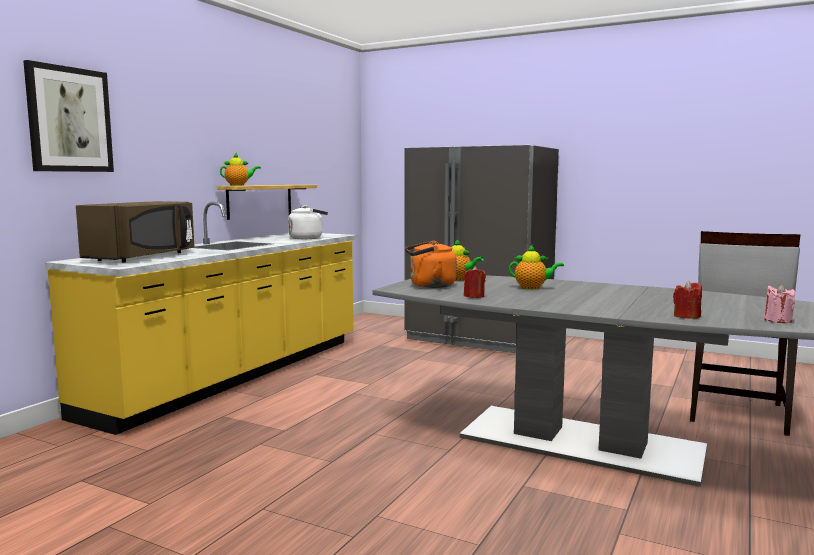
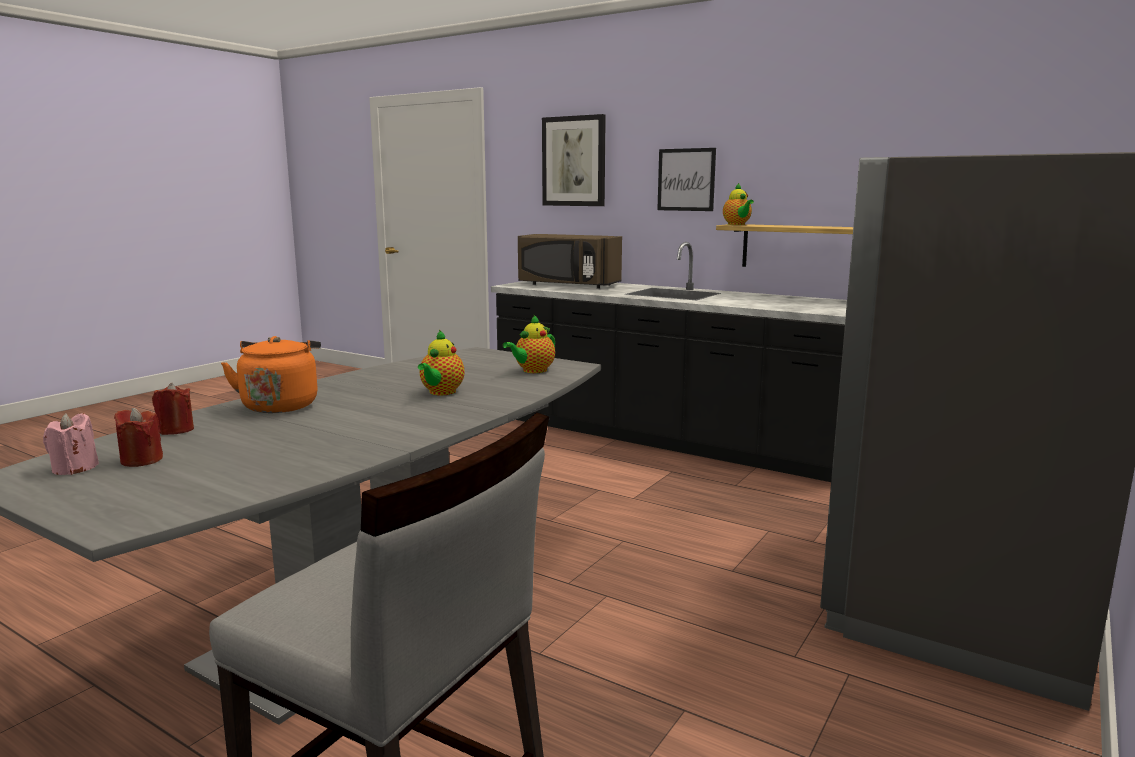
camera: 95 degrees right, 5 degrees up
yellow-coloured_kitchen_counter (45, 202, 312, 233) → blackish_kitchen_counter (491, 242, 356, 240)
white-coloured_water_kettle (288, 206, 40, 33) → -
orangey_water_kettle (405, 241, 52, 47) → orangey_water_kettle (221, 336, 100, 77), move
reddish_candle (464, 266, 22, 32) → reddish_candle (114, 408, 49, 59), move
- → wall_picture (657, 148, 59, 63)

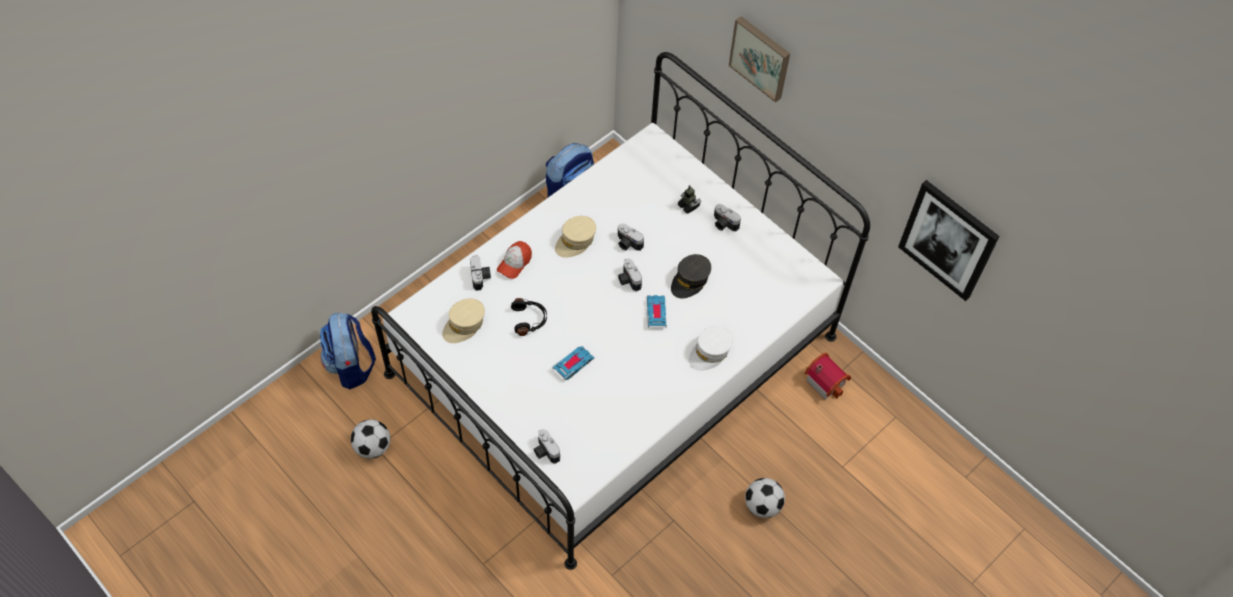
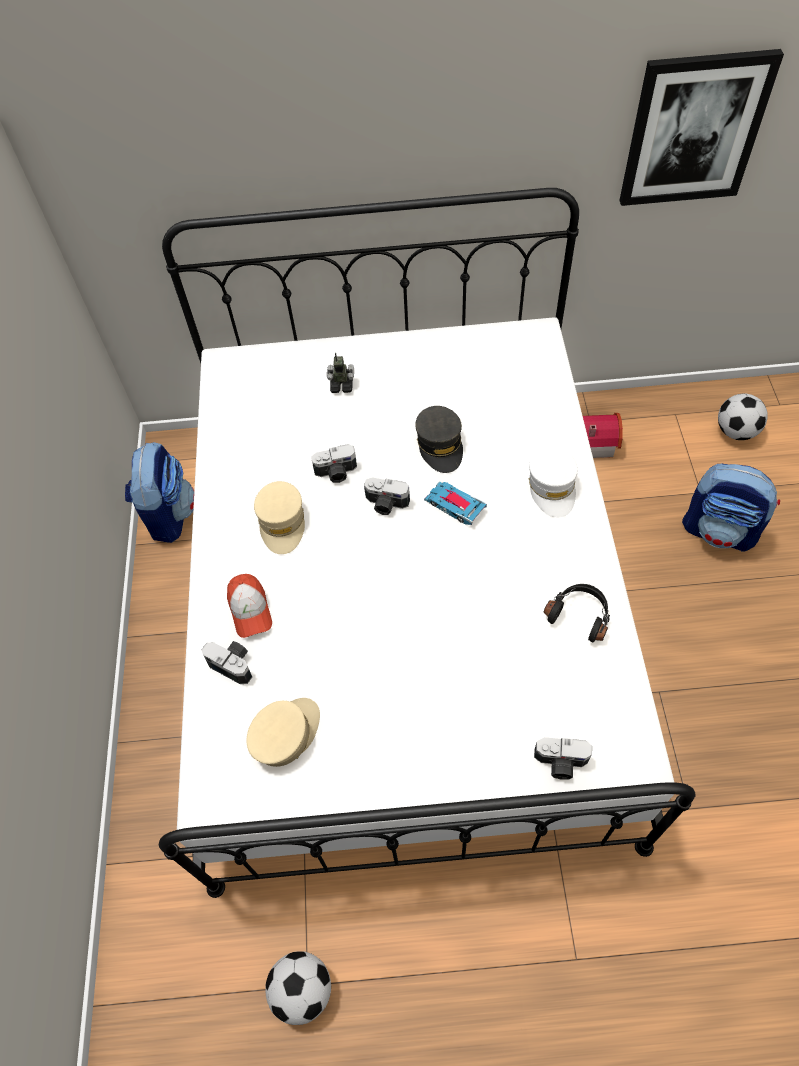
camera: 45 degrees left, 0 degrees up
wall_picture (729, 16, 61, 87) → -
still_camera (714, 204, 27, 27) → -
beige_baseball_cap (442, 298, 43, 45) → beige_baseball_cap (247, 698, 73, 69), 135 degrees counterclockwise
blackish_headset (511, 298, 36, 38) → blackish_headset (544, 584, 66, 58), move
rucksack (320, 312, 56, 77) → rucksack (682, 464, 98, 88), move
miniature_car (552, 346, 43, 34) → -
football (745, 478, 40, 40) → football (718, 394, 50, 46), move

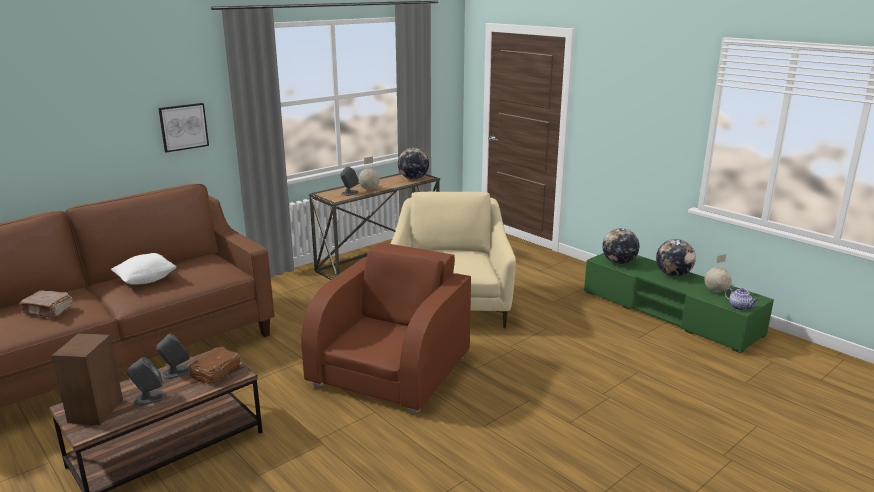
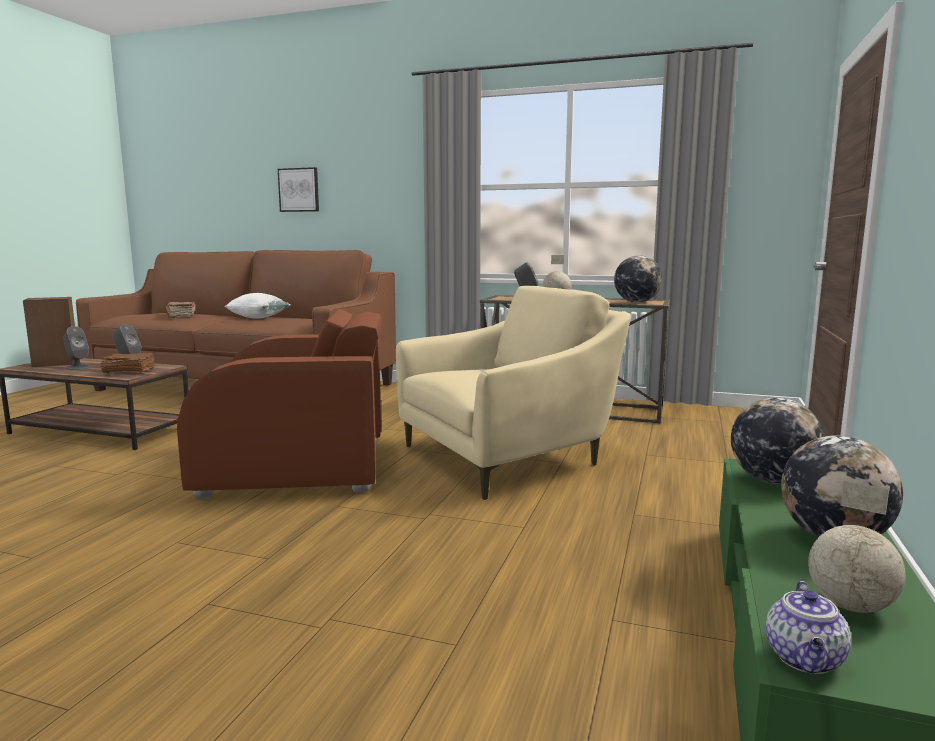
camera: 60 degrees right, 10 degrees down
wall_picture (158, 103, 51, 50) → wall_picture (278, 167, 41, 45), move

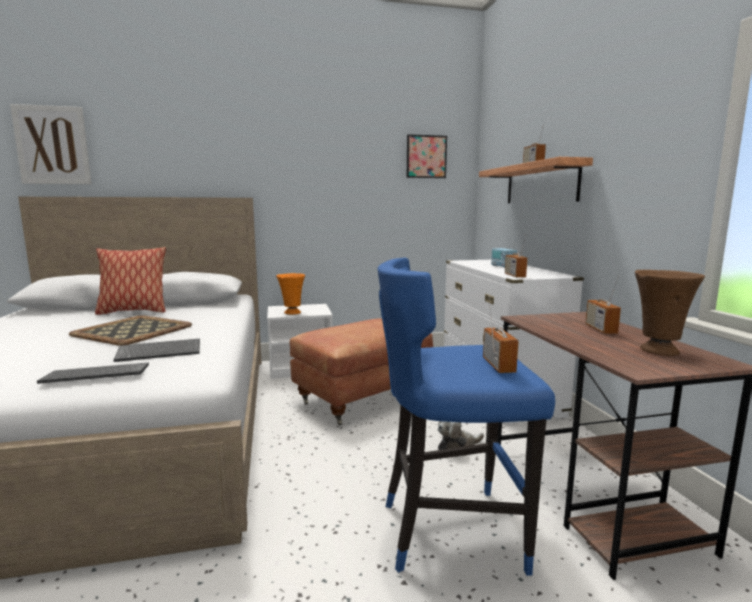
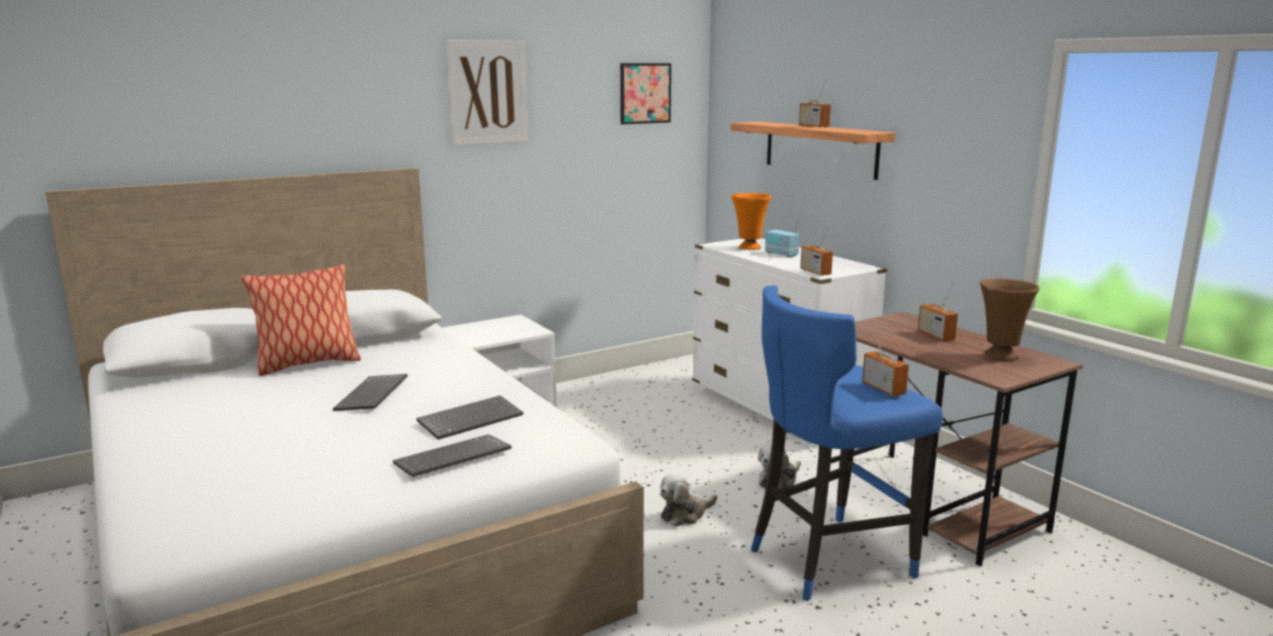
camera: 20 degrees left, 5 degrees up
wall_picture (10, 104, 81, 80) → wall_picture (445, 40, 83, 106), move
orangey_flower_vase (276, 273, 29, 41) → orangey_flower_vase (731, 193, 40, 57), move
serving_tray (69, 315, 123, 31) → PC_keyboard (333, 374, 75, 37)
brownish_footrest (290, 318, 143, 107) → -
- → plush_toy (660, 474, 57, 53)

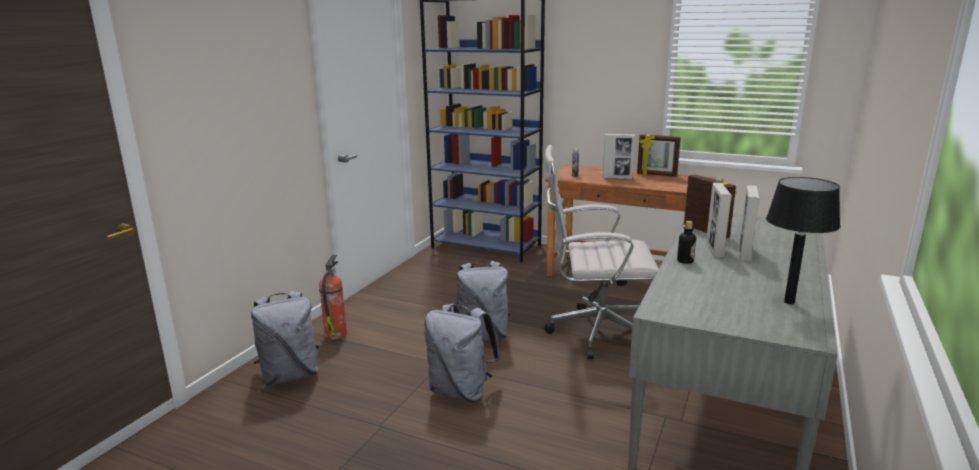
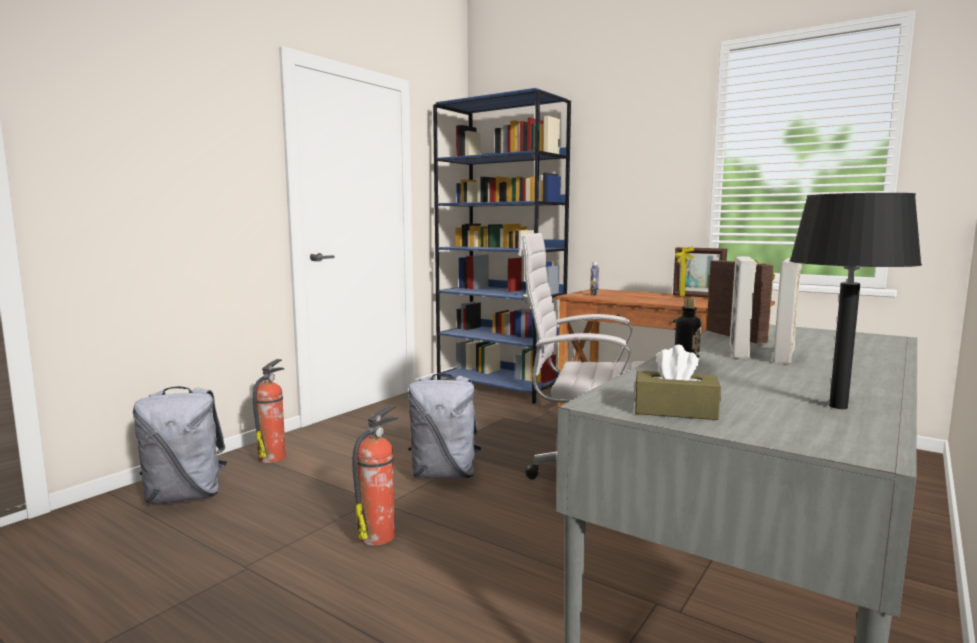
camera: 10 degrees right, 10 degrees down
photo_frame (603, 134, 33, 45) → -
grey_rucksack (424, 303, 76, 99) → fire-fighting_cylinder (352, 405, 47, 140)
- → brownish_tissue_box (635, 345, 86, 75)

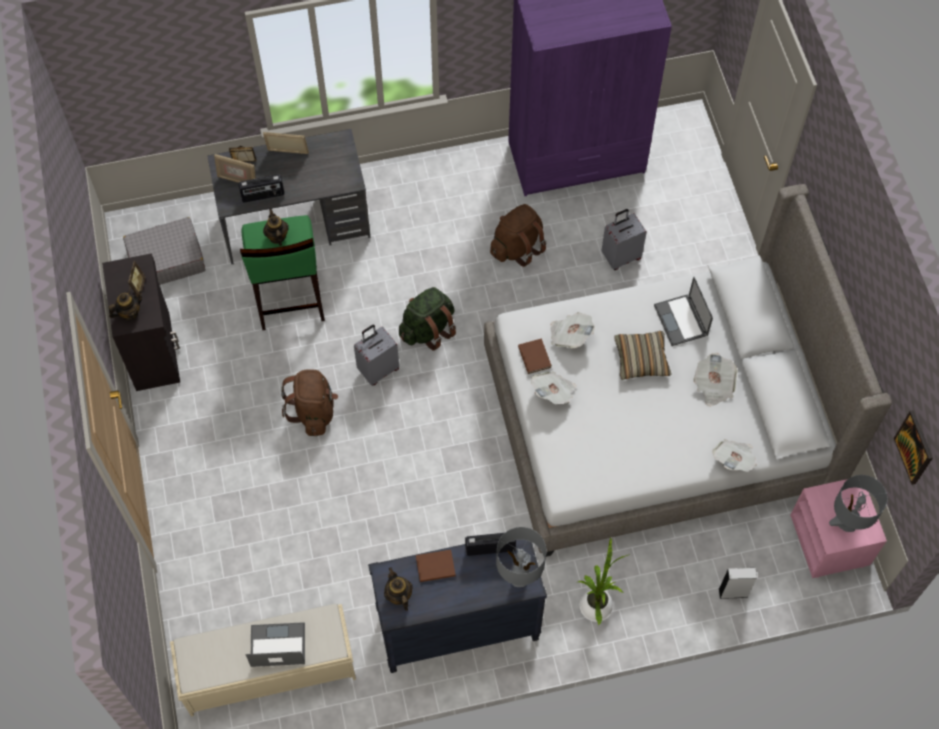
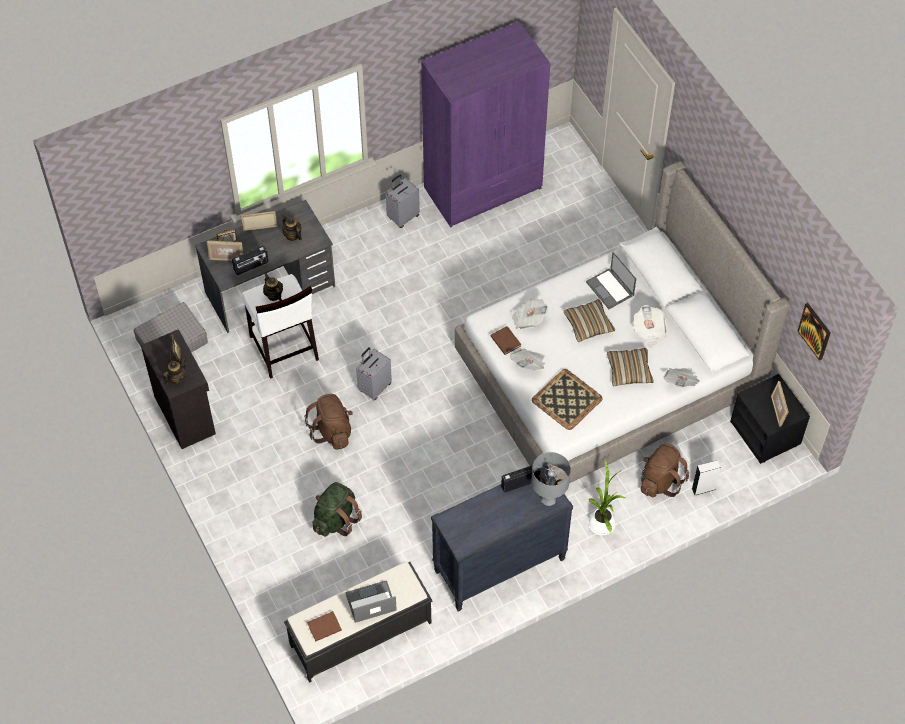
camera: 15 degrees left, 5 degrees down
brownish_rucksack (490, 204, 56, 63) → brownish_rucksack (641, 443, 48, 54), move
grey_piece_of_luggage (601, 209, 46, 61) → grey_piece_of_luggage (386, 175, 34, 53), move
greenish_stool (240, 215, 85, 115) → white-coloured_stool (242, 274, 77, 105)
greenish_rucksack (399, 287, 57, 64) → greenish_rucksack (313, 482, 49, 54), move
grey_tabletop_lamp (829, 475, 59, 57) → photo_frame (771, 381, 18, 45)
pink-coloured_bedside_table (790, 479, 97, 99) → blackish_bedside_table (730, 374, 80, 90)
brownish_bound_book (416, 549, 40, 33) → brownish_bound_book (307, 611, 35, 31), move
tea_pot (384, 567, 29, 44) → tea_pot (282, 214, 20, 27), move
beige_bench (170, 604, 186, 112) → blackish_bench (284, 561, 149, 122)
- → cushion (607, 348, 47, 38)
- → serving_tray (532, 369, 71, 61)

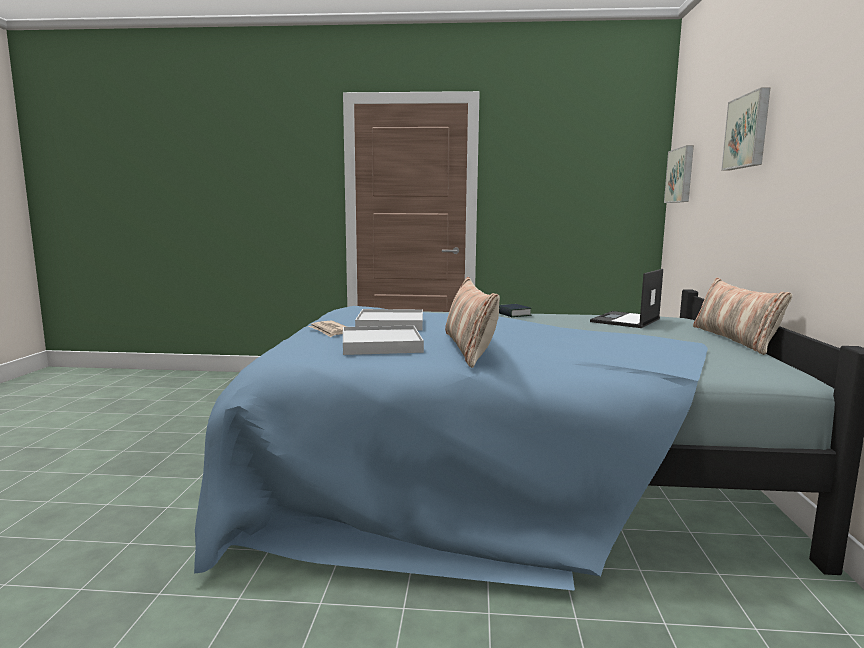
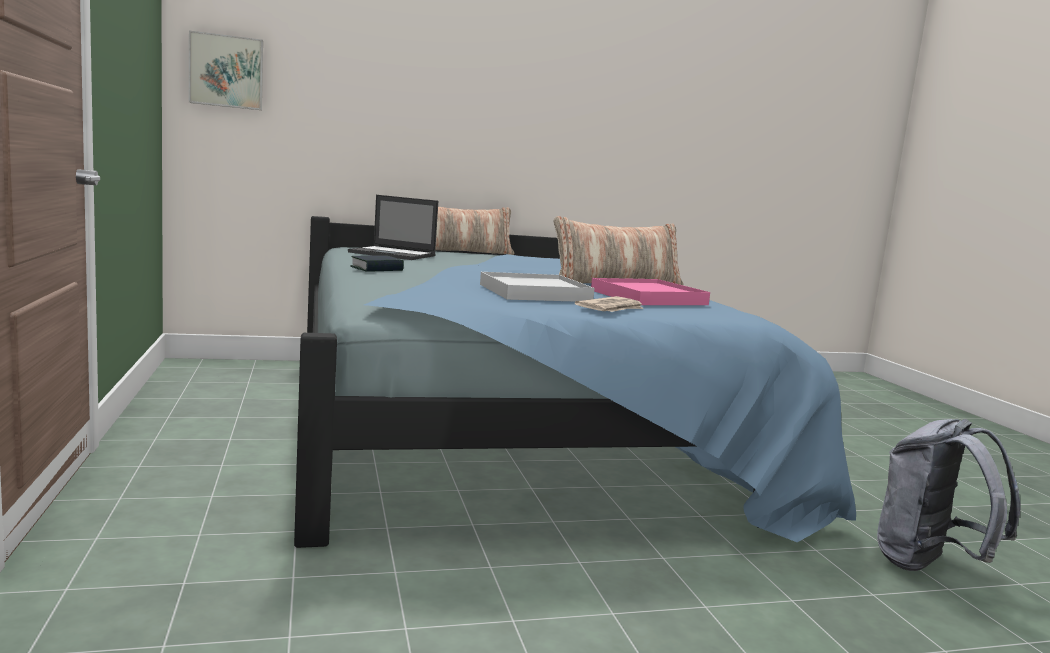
camera: 110 degrees left, 0 degrees up
wall_picture (721, 87, 50, 83) → -
white-coloured_serving_tray (343, 325, 81, 30) → pink-coloured_serving_tray (591, 278, 119, 27)
- → grey_rucksack (877, 419, 144, 152)

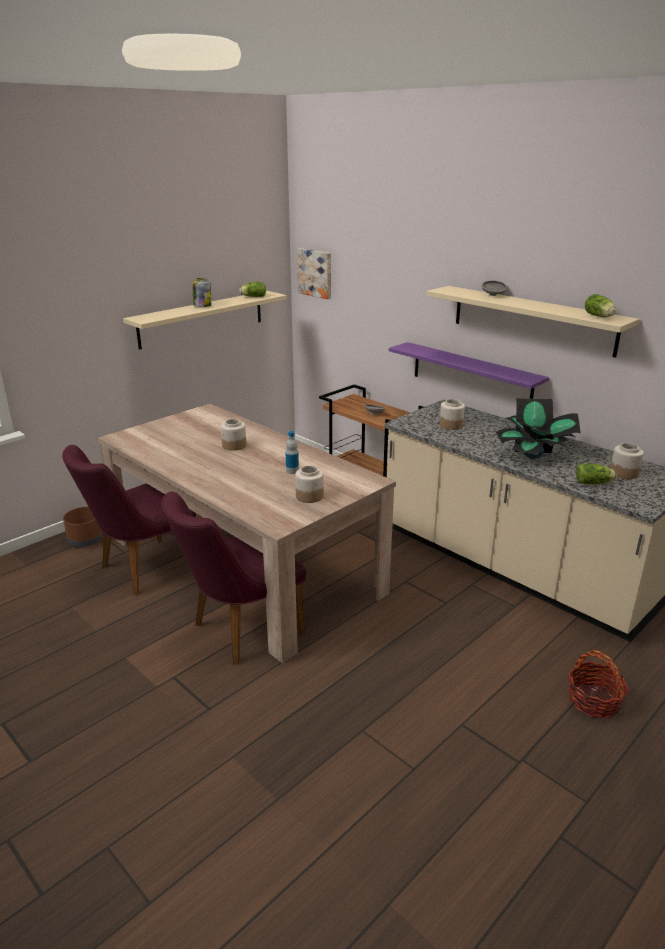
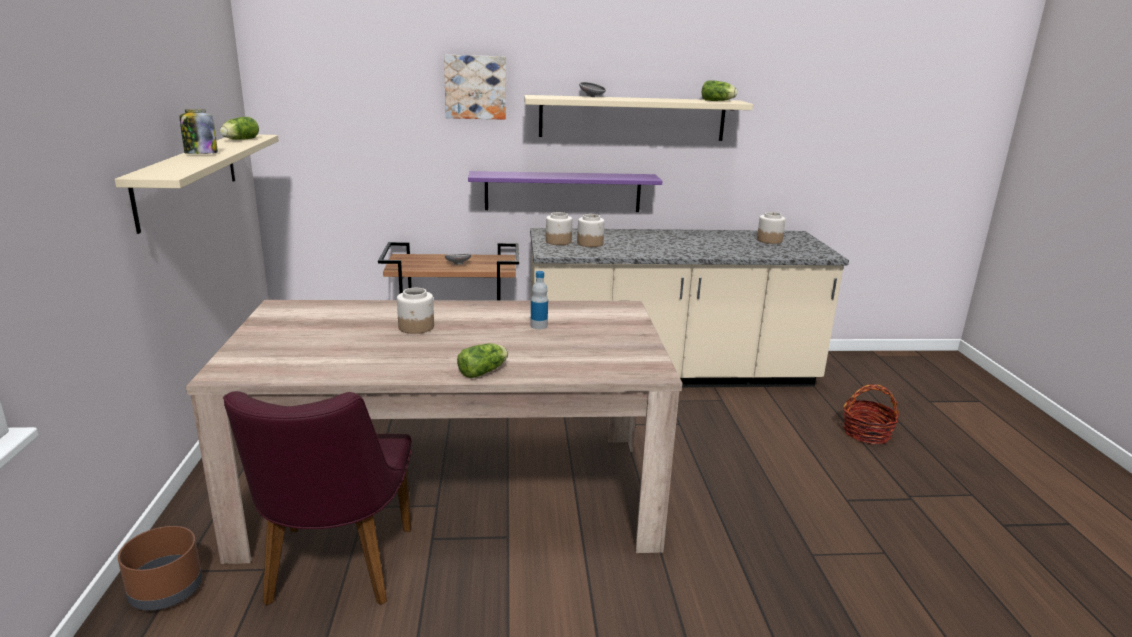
camera: 50 degrees left, 5 degrees down
wall_picture (297, 248, 34, 51) → wall_picture (444, 55, 62, 65), move
potted_plant (496, 398, 85, 61) → -
lettuce (576, 463, 41, 21) → lettuce (457, 343, 51, 35), move
storage_jar (295, 466, 29, 37) → storage_jar (546, 212, 26, 33), move
purple-coloured_plain_chair (161, 492, 146, 172) → -

